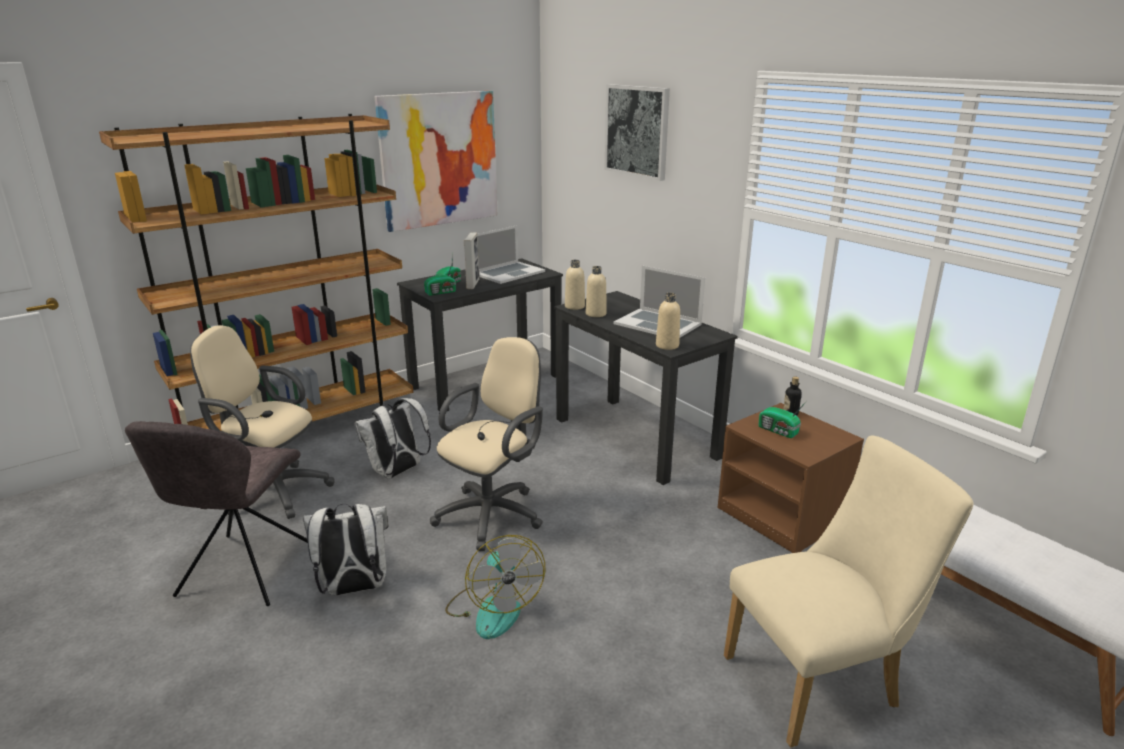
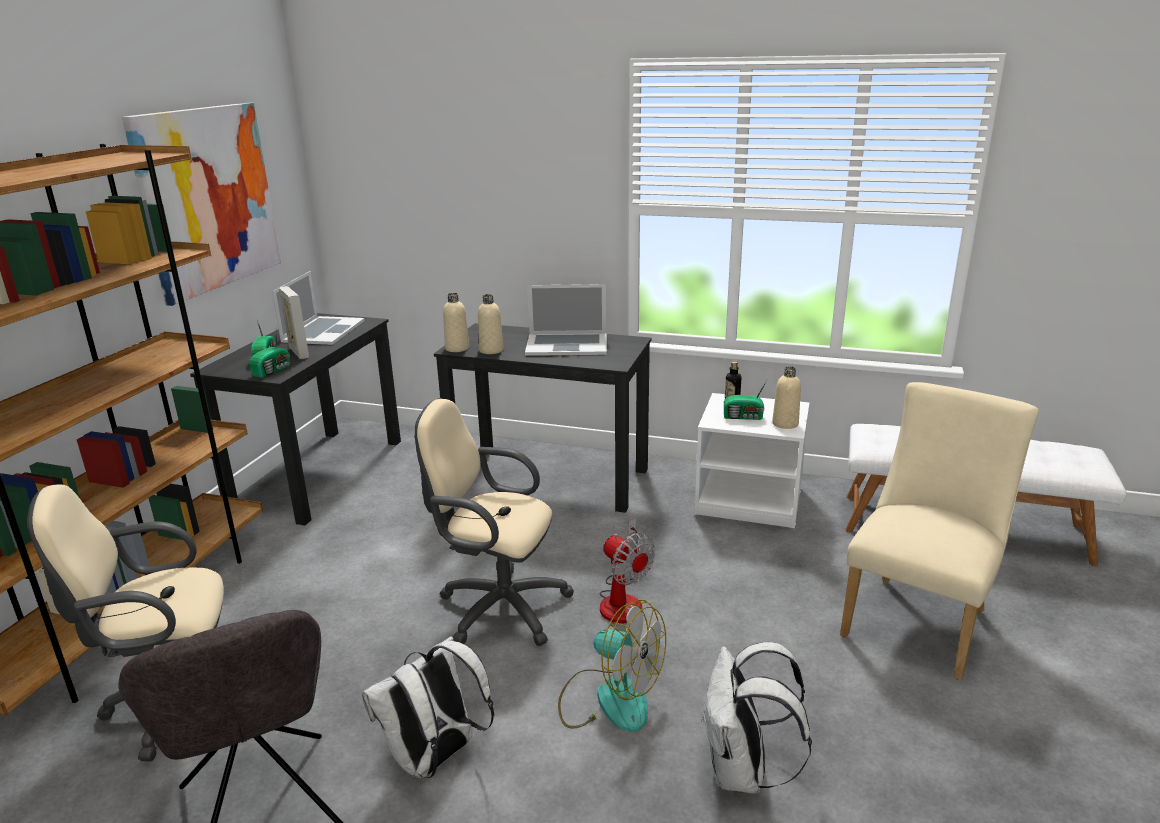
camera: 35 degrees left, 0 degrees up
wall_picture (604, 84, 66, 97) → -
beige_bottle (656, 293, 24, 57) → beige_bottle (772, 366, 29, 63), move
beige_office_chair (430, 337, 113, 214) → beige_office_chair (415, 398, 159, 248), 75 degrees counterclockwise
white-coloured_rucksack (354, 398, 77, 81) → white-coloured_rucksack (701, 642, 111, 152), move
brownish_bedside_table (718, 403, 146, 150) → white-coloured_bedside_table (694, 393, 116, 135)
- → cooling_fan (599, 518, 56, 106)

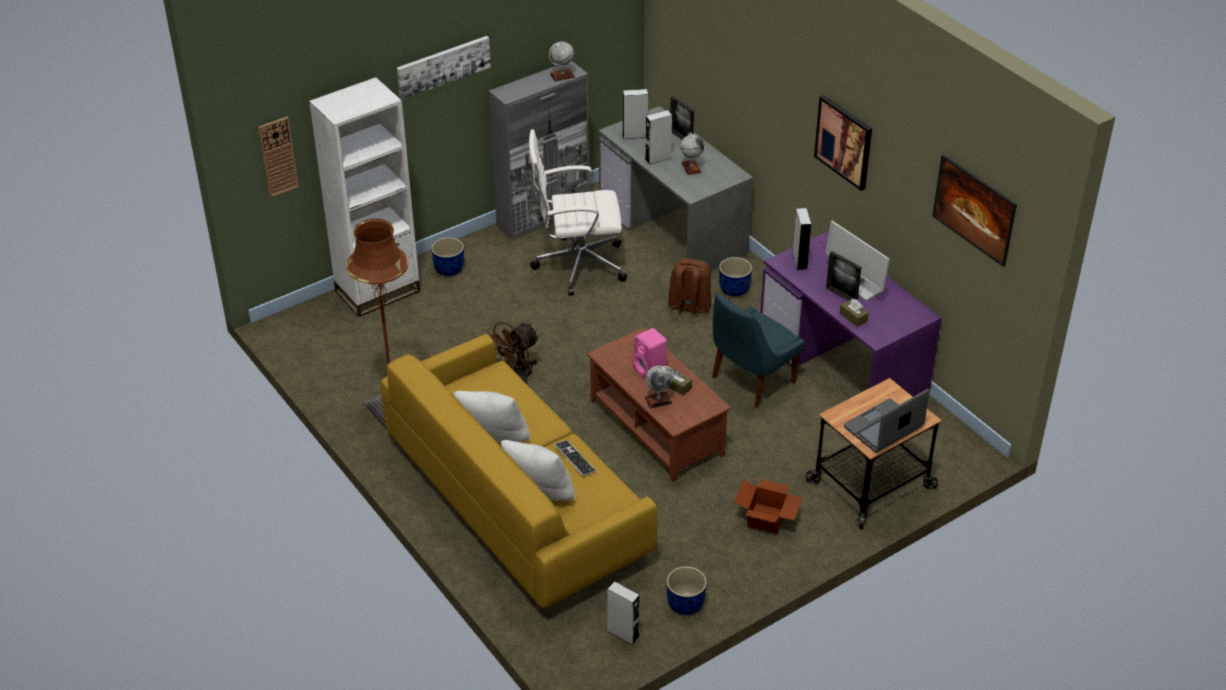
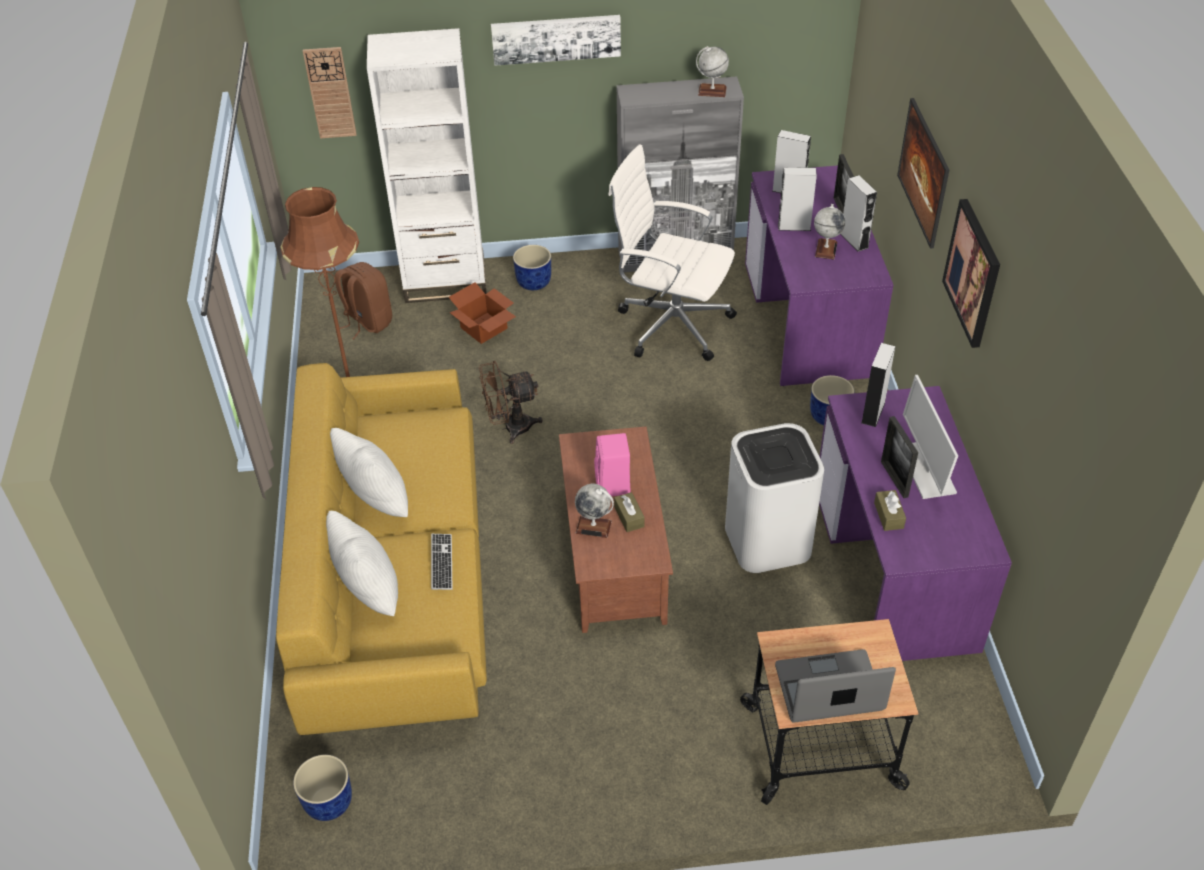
camera: 30 degrees right, 5 degrees up
grey_desk_unit (599, 106, 154, 164) → purple-coloured_desk_unit (745, 165, 148, 221)
wall_picture (932, 154, 85, 113) → wall_picture (897, 98, 52, 151), move
brownish_rucksack (668, 258, 43, 65) → brownish_rucksack (335, 262, 57, 77), move
blue-coloured_plain_chair (712, 293, 93, 115) → white-coloured_waste_bin (725, 423, 99, 150)
cardboard_box (734, 479, 69, 55) → cardboard_box (449, 282, 67, 62), move
blue-coloured_flower_pot (667, 566, 40, 49) → blue-coloured_flower_pot (293, 755, 59, 66), move
grey_loudspeaker (607, 582, 33, 63) → grey_loudspeaker (840, 175, 37, 77), move

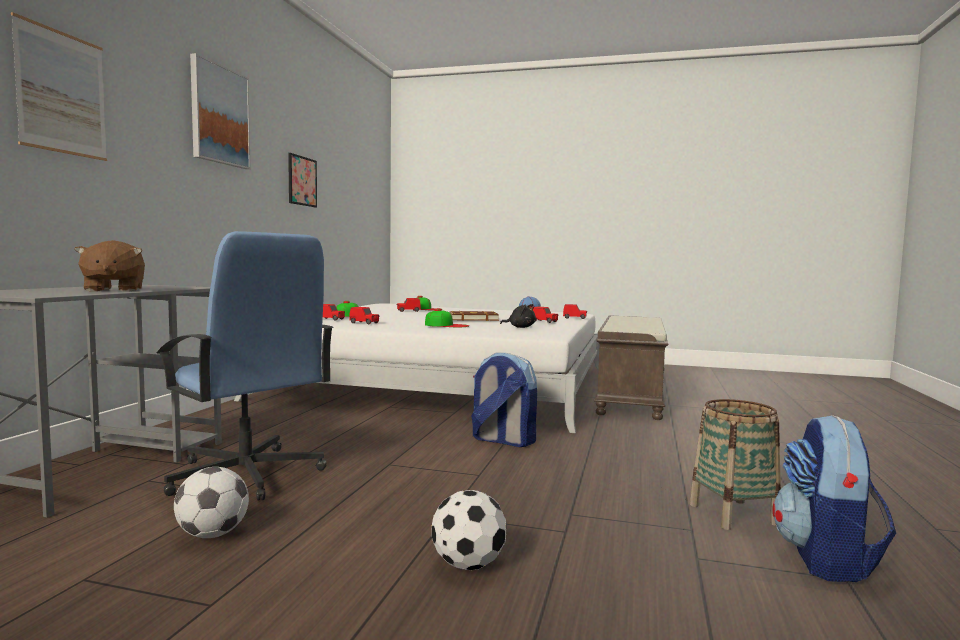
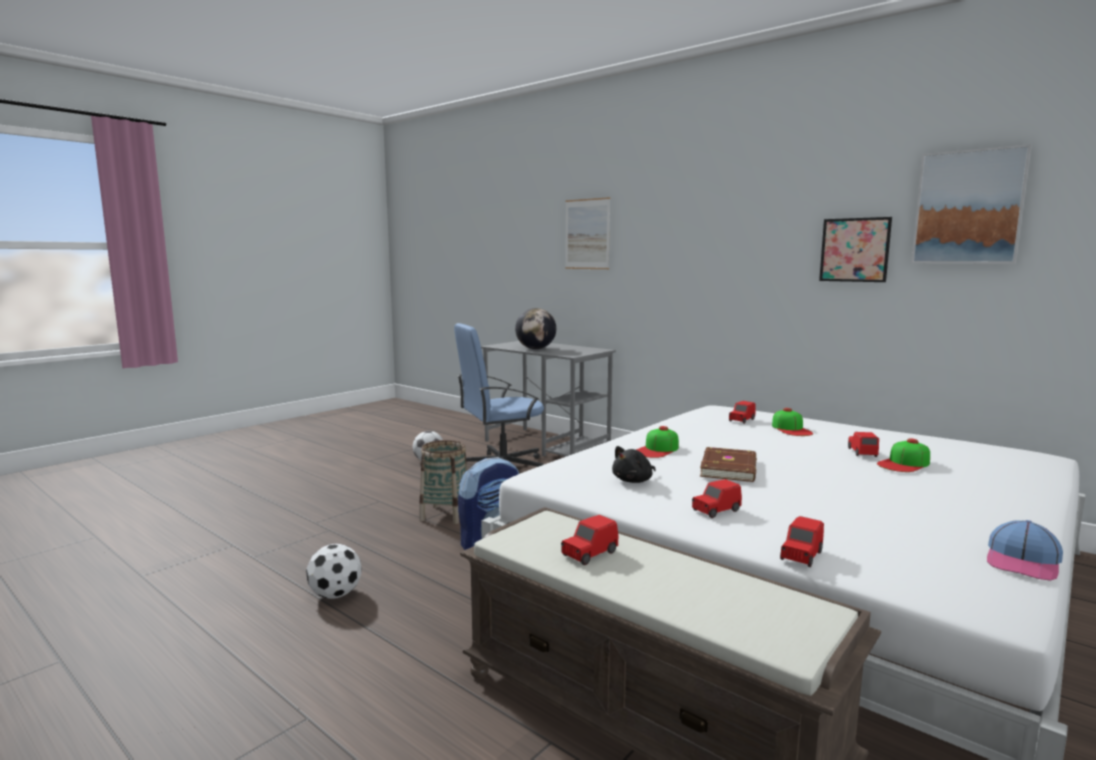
camera: 115 degrees right, 5 degrees up
wall_picture (190, 53, 61, 116) → wall_picture (911, 144, 121, 120), move
brownish_plush_toy (74, 240, 71, 52) → world_globe (515, 308, 41, 41)
reddish_miniature_car (349, 307, 31, 17) → reddish_miniature_car (561, 515, 57, 50), move
storage_basket (689, 399, 92, 131) → storage_basket (419, 440, 48, 84), move
rucksack (772, 415, 124, 167) → -
football (432, 490, 75, 80) → football (306, 544, 56, 55), move

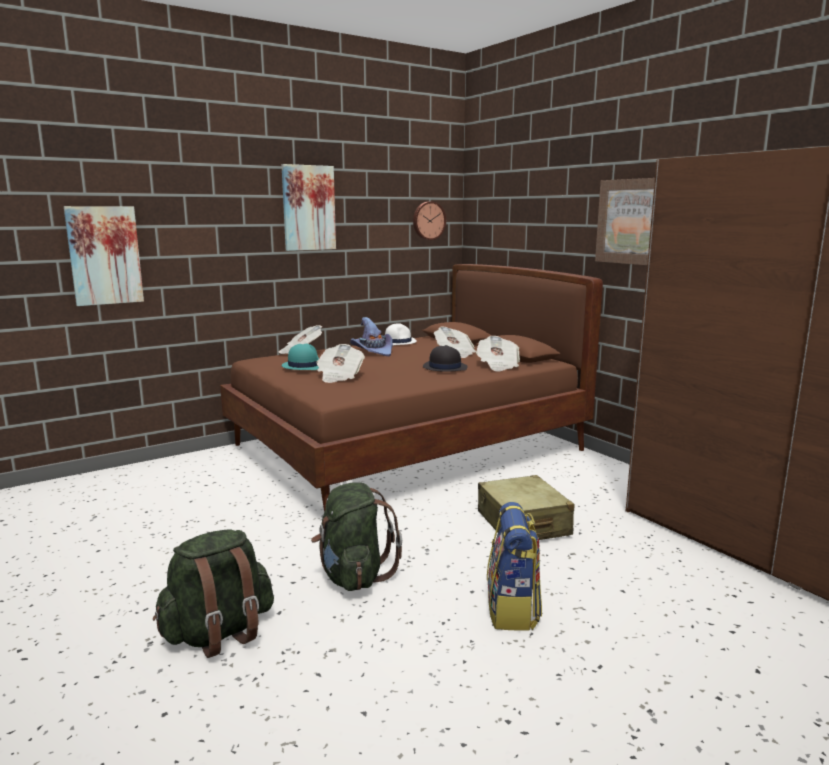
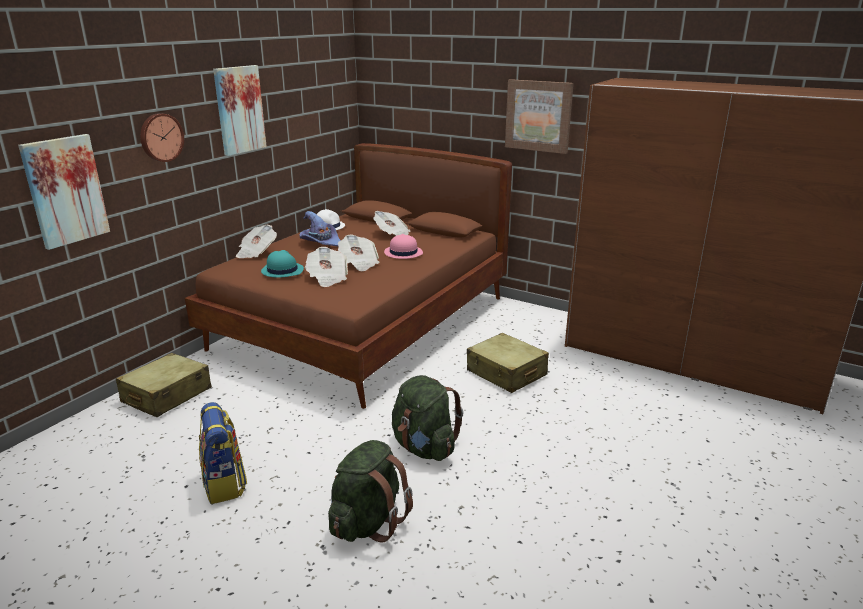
camera: 25 degrees left, 10 degrees up
clock_on_the_wall (413, 202, 33, 38) → clock_on_the_wall (140, 113, 44, 49), move
newspaper (476, 336, 44, 35) → newspaper (338, 235, 42, 36), move
blackish_clothing_hat (423, 345, 45, 27) → pink-coloured_clothing_hat (384, 234, 39, 25)
rucksack (487, 502, 55, 129) → rucksack (199, 402, 48, 102), move
- → beige_piece_of_luggage (116, 353, 96, 64)

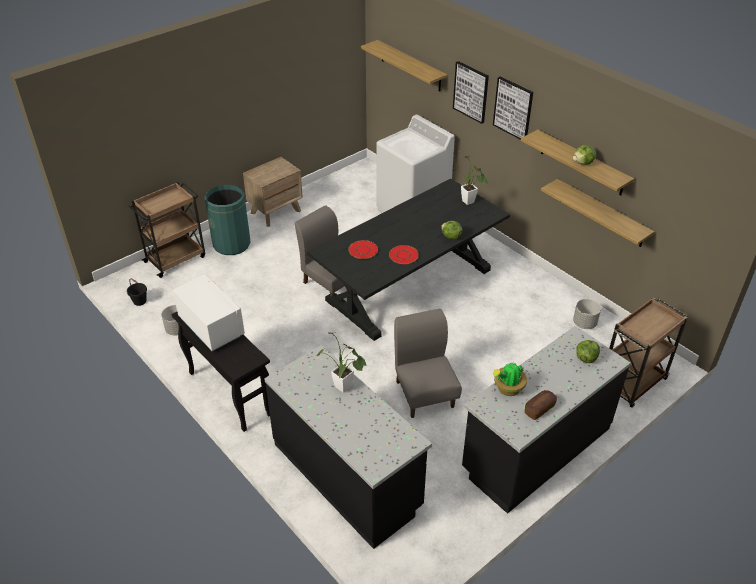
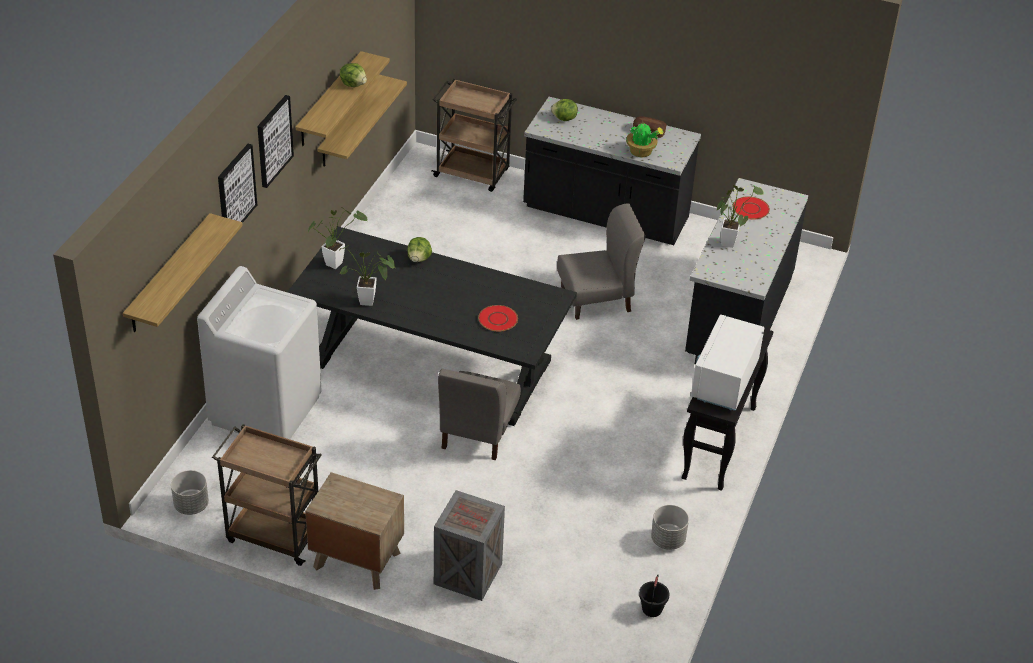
camera: 120 degrees left, 0 degrees up
brownish_wheeled_cart (129, 182, 76, 96) → brownish_wheeled_cart (212, 424, 110, 142), move
greenish_waste_bin (205, 185, 46, 70) → packing_crate (434, 490, 71, 111)
reddish_dinner_plate (389, 245, 30, 19) → reddish_dinner_plate (732, 196, 38, 24), move
grey_flower_pot (573, 299, 28, 30) → grey_flower_pot (171, 470, 38, 45), move
grey_plain_chair (394, 309, 68, 109) → grey_plain_chair (557, 203, 89, 117), 150 degrees counterclockwise
- → potted_plant (339, 245, 56, 61)

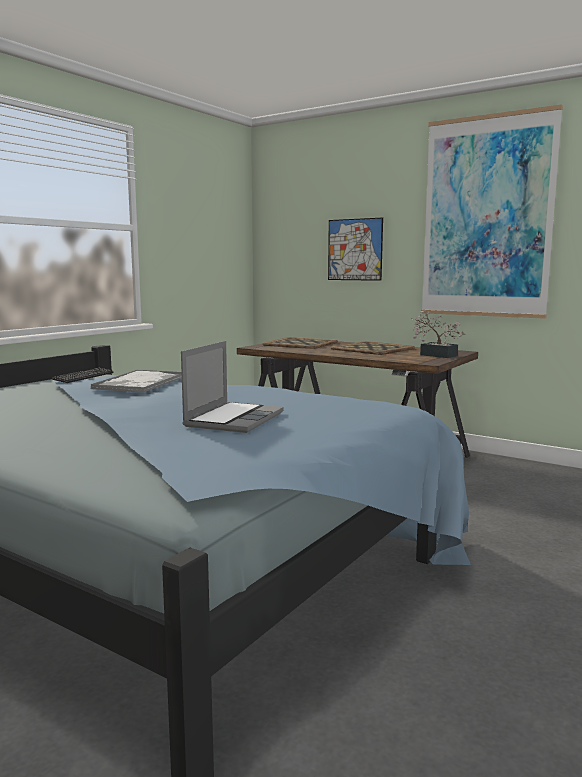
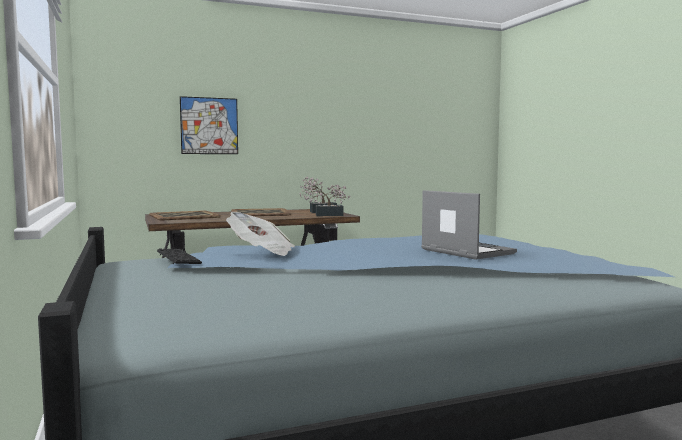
camera: 55 degrees left, 5 degrees down
wall_picture (421, 104, 142, 215) → -
serving_tray (91, 370, 91, 23) → newspaper (226, 212, 69, 44)
- → potted_plant (304, 178, 46, 38)

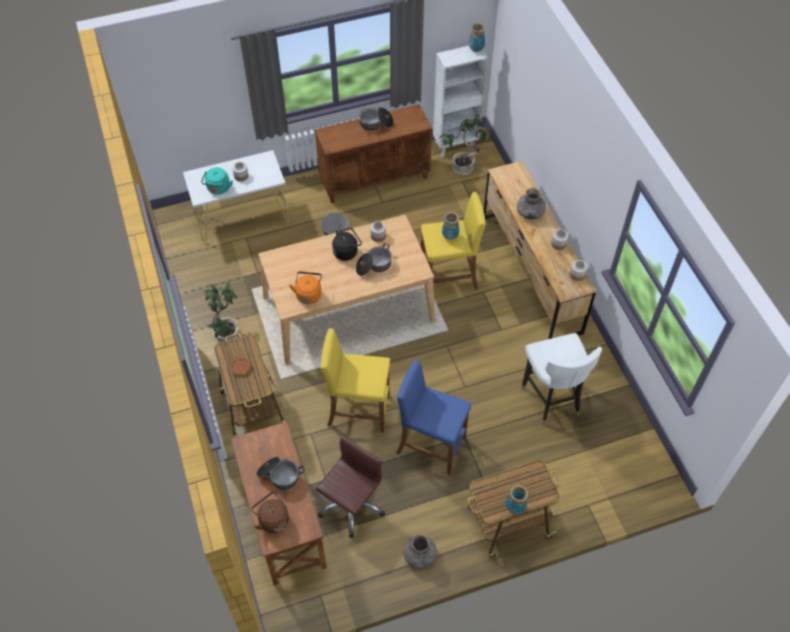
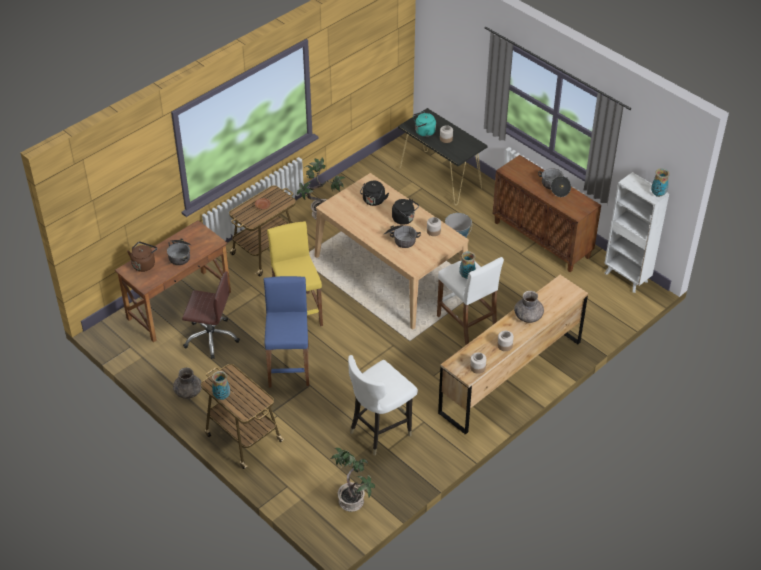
camera: 65 degrees right, 10 degrees down
potted_plant (440, 114, 50, 61) → potted_plant (331, 448, 44, 64), move
white-coloured_hall_table (183, 150, 106, 94) → blackish_hall_table (398, 108, 90, 97)
yellow-coloured_stool (421, 192, 65, 98) → white-coloured_stool (437, 257, 67, 88)
orangey_water_kettle (289, 272, 33, 32) → -
- → blackish_water_kettle (360, 181, 29, 25)

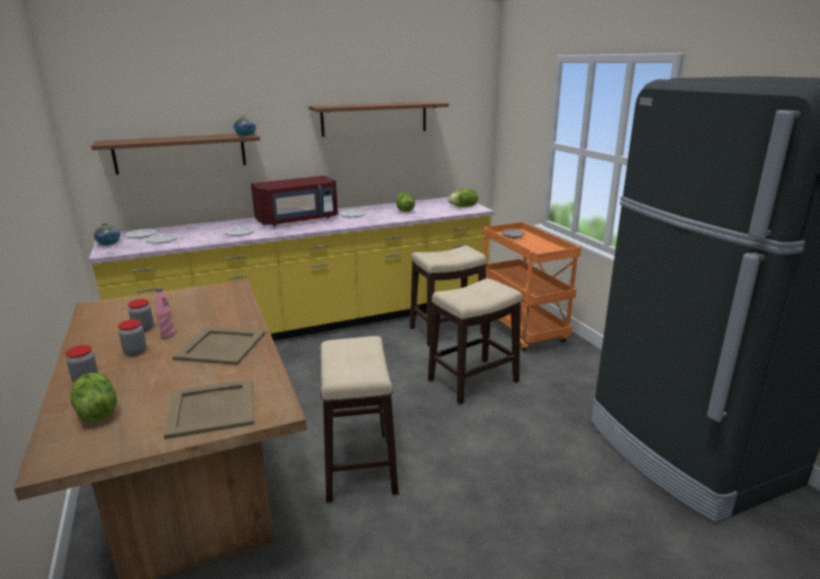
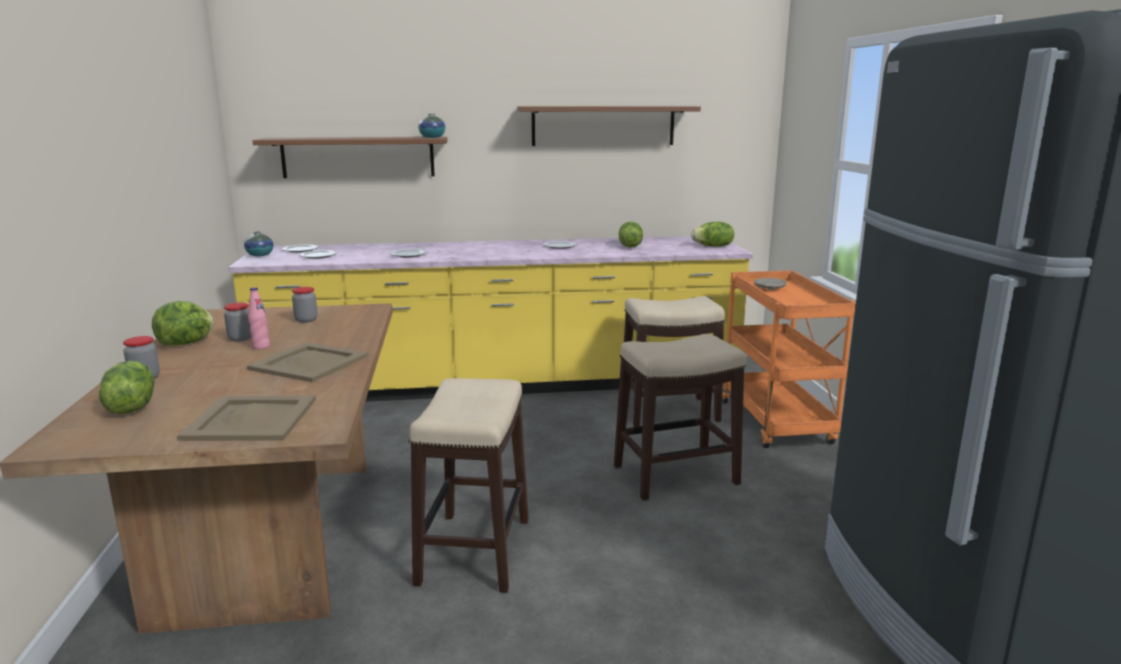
camera: 15 degrees right, 5 degrees down
reddish_microwave (251, 176, 87, 50) → -
storage_jar (118, 319, 29, 37) → storage_jar (292, 287, 26, 36), move
- → lettuce (152, 301, 63, 45)

